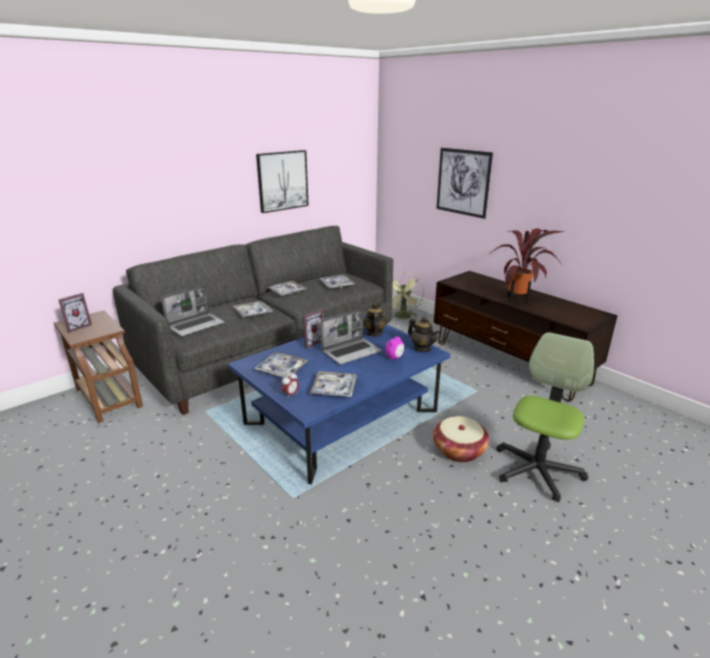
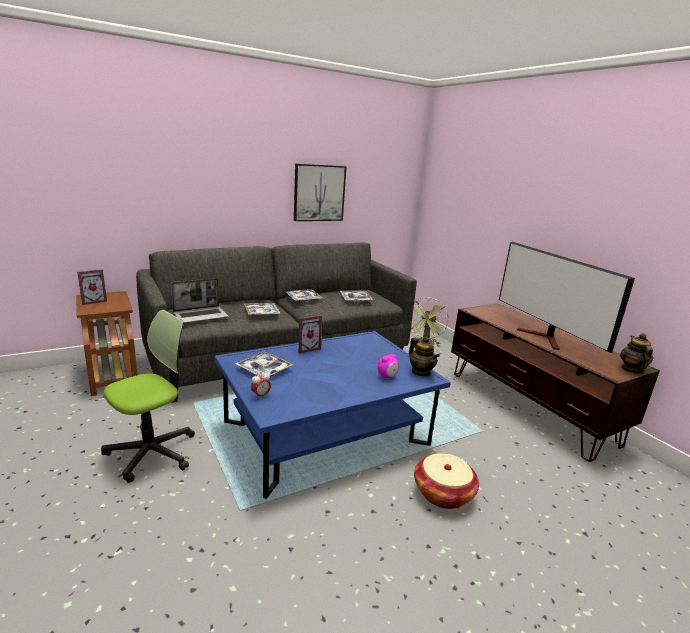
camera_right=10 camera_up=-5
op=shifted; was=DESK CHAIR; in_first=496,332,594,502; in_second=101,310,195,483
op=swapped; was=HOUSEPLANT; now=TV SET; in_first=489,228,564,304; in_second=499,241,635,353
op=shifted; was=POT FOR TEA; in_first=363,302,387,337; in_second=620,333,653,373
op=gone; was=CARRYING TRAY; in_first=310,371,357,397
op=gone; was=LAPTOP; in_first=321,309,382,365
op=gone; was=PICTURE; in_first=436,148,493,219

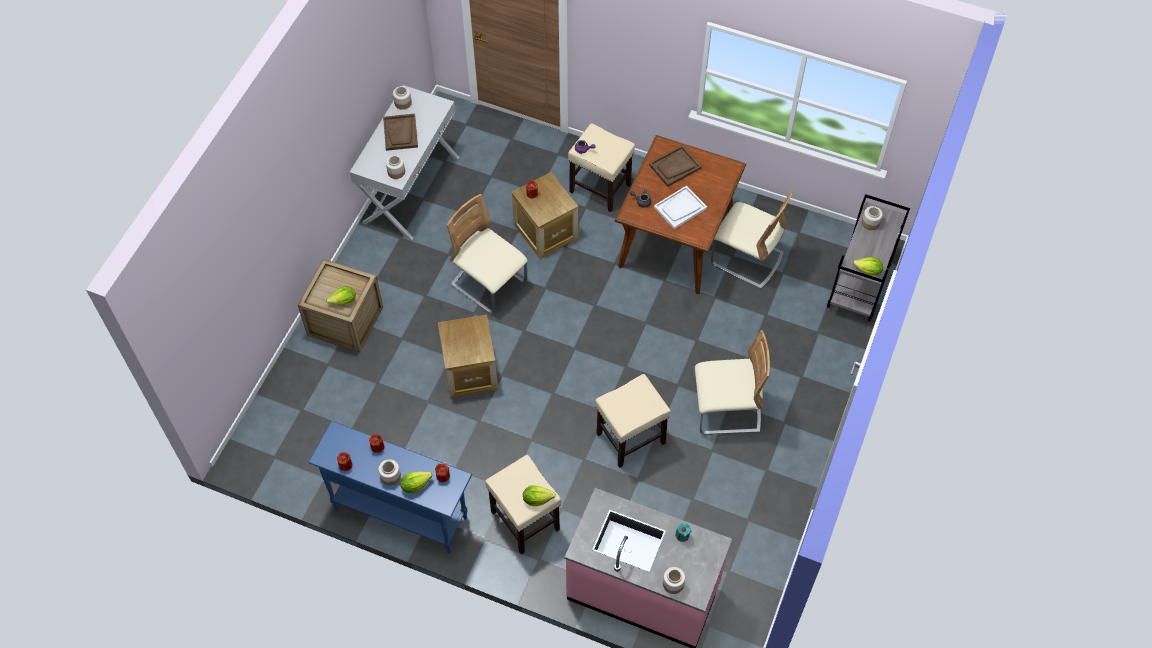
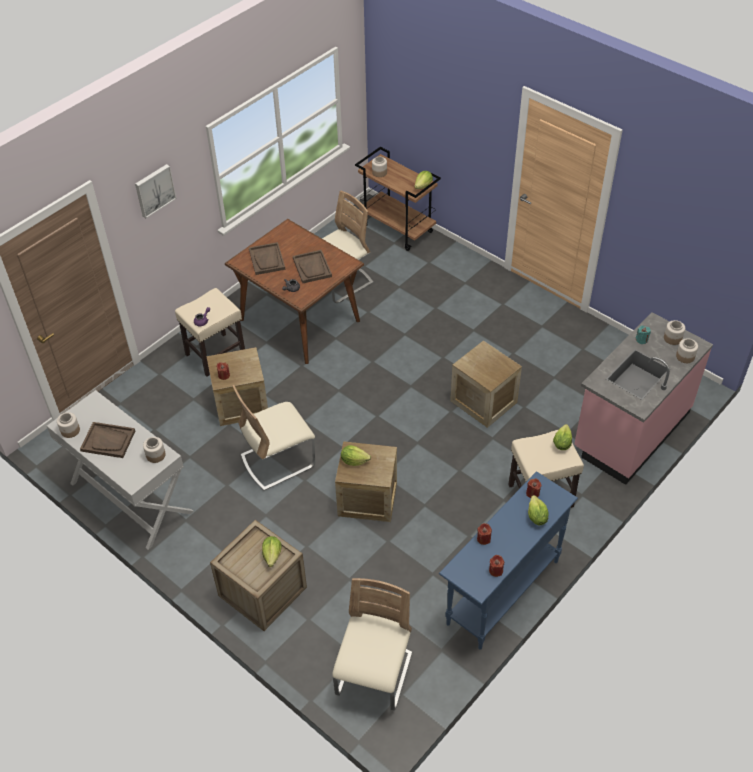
camera_right=-70 camera_up=-10
op=new; now=PICTURE; in_second=135,164,176,218
op=repainted; was=WHITE CARRYING TRAY; now=BROWN CARRYING TRAY; in_first=654,185,707,229; in_second=293,250,332,283
op=shifted; was=BEIGE-COLOURED UPRIGHT CHAIR; in_first=695,330,770,435; in_second=332,578,412,711
op=new; now=HEAD OF LETTUCE; in_second=341,445,371,466
op=repainted; was=GRAY TROLLEY; now=BROWN TROLLEY; in_first=827,194,910,321; in_second=355,147,441,251
op=swapped; was=BEIGE-COLOURED STOOL SEAT; now=CRATE; in_first=595,374,671,468; in_second=450,340,522,428
op=shifted; was=JAR; in_first=378,459,401,486; in_second=664,320,685,345

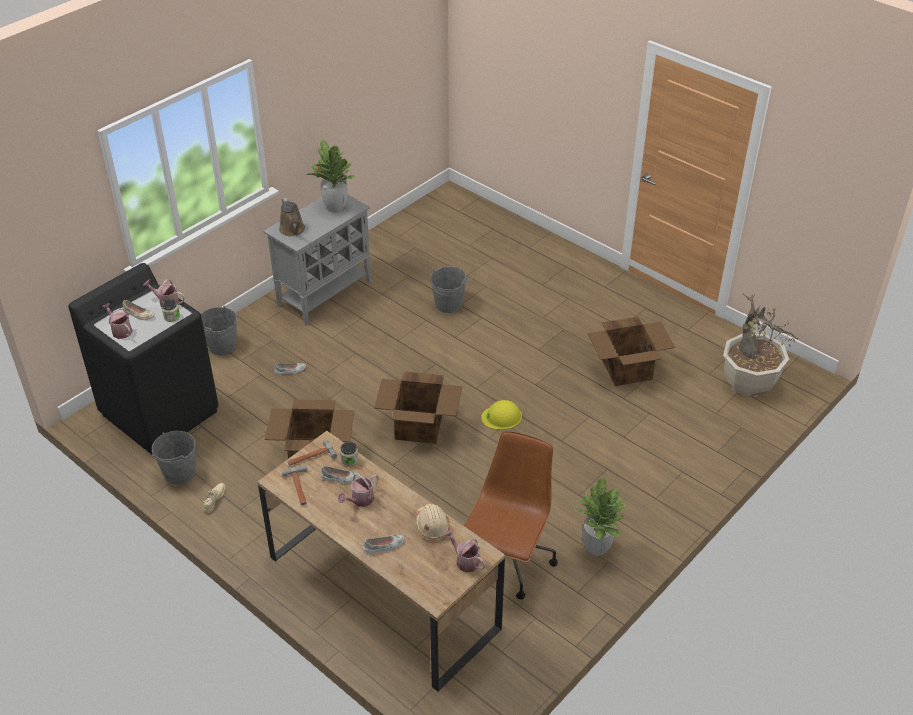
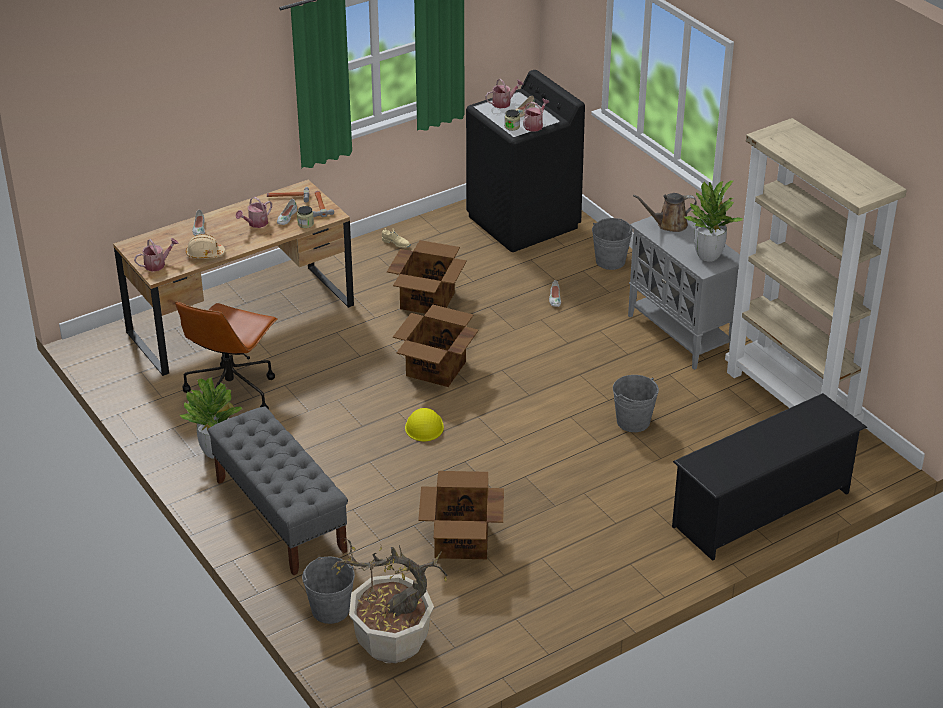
camera_right=105 camera_up=-5
op=rotated; was=BROWN DESK CHAIR; in_first=464,431,558,600; in_second=175,301,278,409; clockwise=75
op=new; now=GRAY INDOOR BENCH; in_second=208,407,348,576
op=rotated; was=WATERING CAN; in_first=338,474,378,507; in_second=235,197,272,228; clockwise=-105
op=shifted; was=GRAY PAIL; in_first=152,431,195,484; in_second=302,557,355,624
op=new; now=BLACK SHOE RACK; in_second=672,393,867,561
op=new; now=BEIGE-COLOURED BOOKSHELF; in_second=725,118,907,421

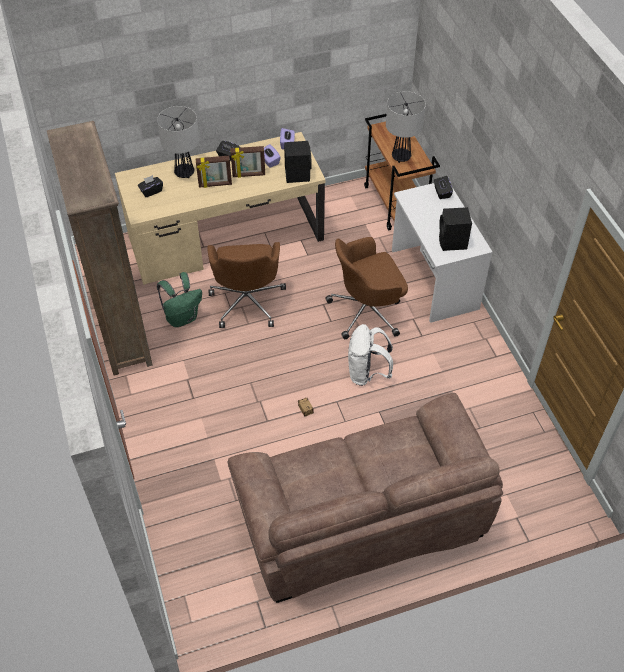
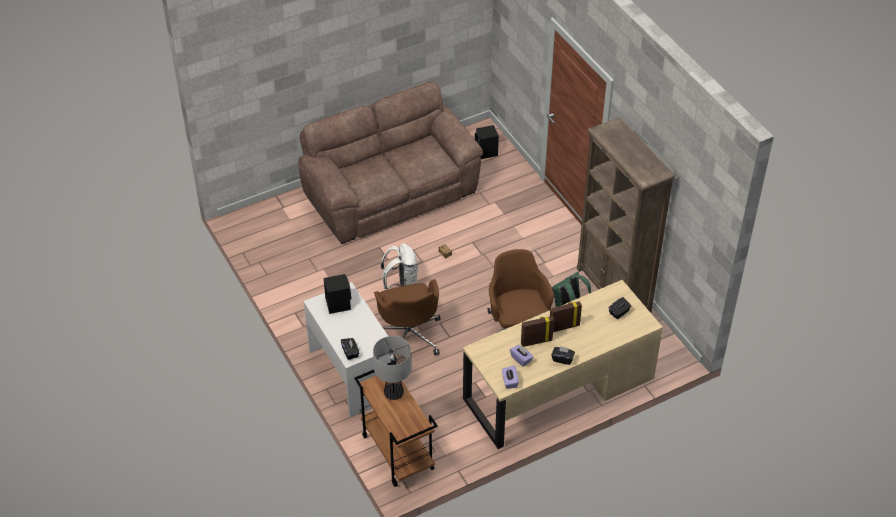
camera_right=170 camera_up=-5
op=rotated; was=BROWN DESK CHAIR; in_first=325,237,408,339; in_second=374,279,440,362; clockwise=105
op=shifted; was=BLACK AUDIO SPEAKER; in_first=284,141,312,183; in_second=475,125,499,159
op=gone; was=LAMP FOR A TABLE; in_first=157,106,199,178

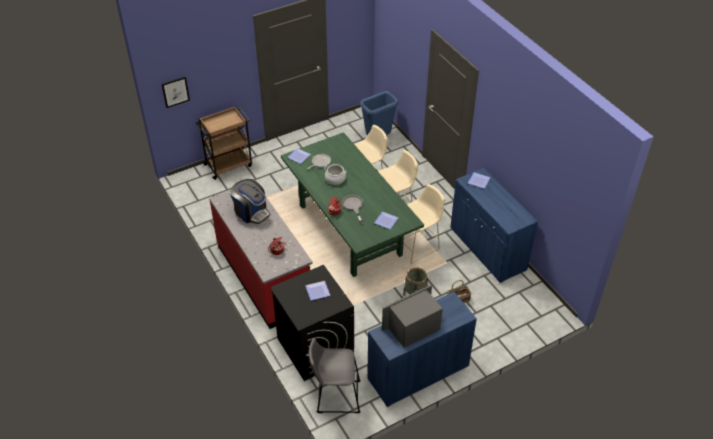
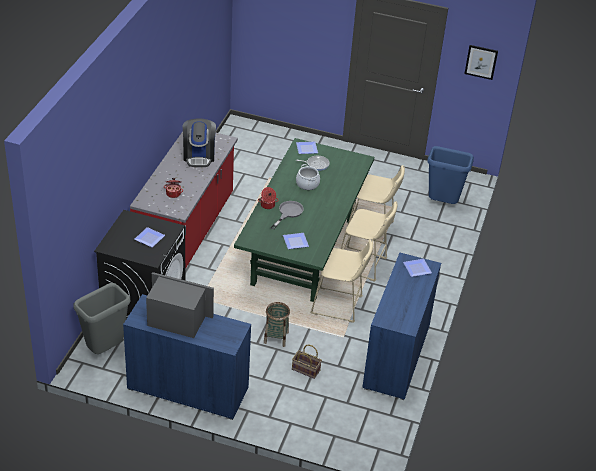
camera_right=45 camera_up=-5
op=swapped; was=GRAY STOOL SEAT; now=GRAY WASTE BIN; in_first=309,338,361,413; in_second=73,283,130,354
op=shifted; was=PICTURE; in_first=162,77,190,108; in_second=464,45,498,80
op=gone; was=BROWN TROLLEY; in_first=196,106,252,180

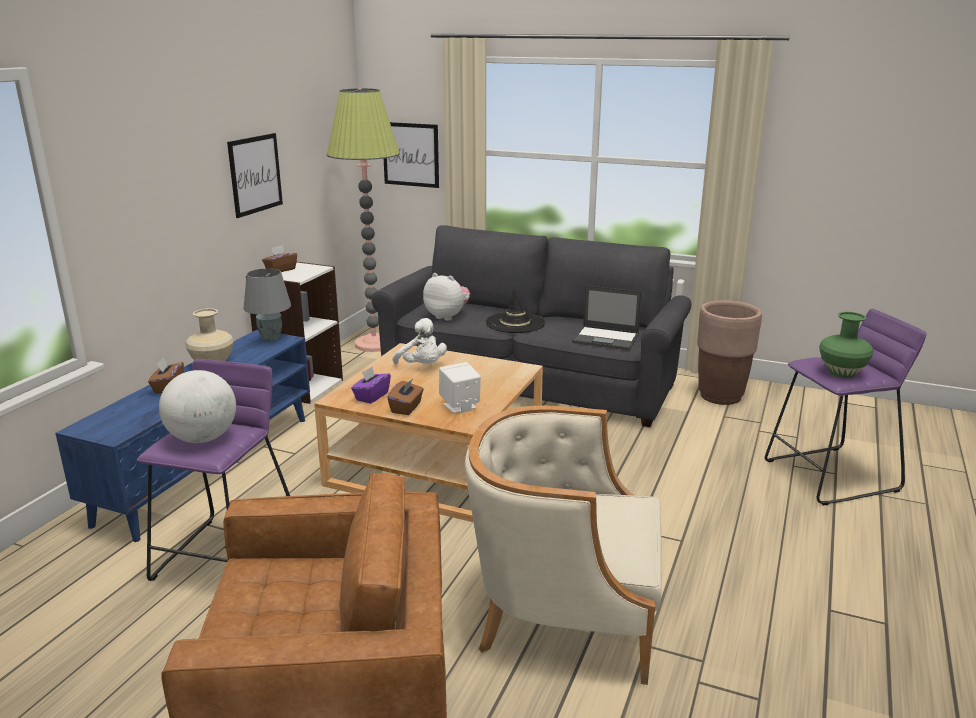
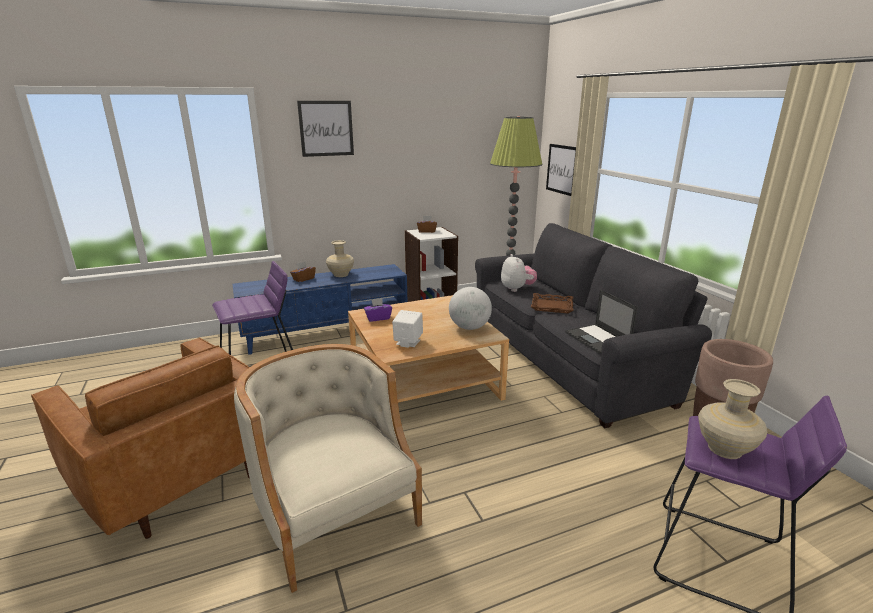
camera_right=45 camera_up=0
op=shifted; was=PICTURE; in_first=227,133,283,218; in_second=297,101,354,157
op=shifted; was=GLOBE; in_first=159,370,236,443; in_second=449,287,492,330
op=swapped; was=BLACK CLOTHING HAT; now=BROWN CARRYING TRAY; in_first=486,289,545,333; in_second=531,293,574,313
op=repainted; was=GREENISH FLOWER VASE; now=BEIGE-COLOURED FLOWER VASE; in_first=819,312,874,378; in_second=698,379,767,459
op=gone; was=GRAY LAMP FOR A TABLE; in_first=243,268,291,342
op=gone; was=BROWN BOX OF TISSUES; in_first=387,378,424,415
op=gone; was=WHITE PLUSH TOY; in_first=393,318,447,364

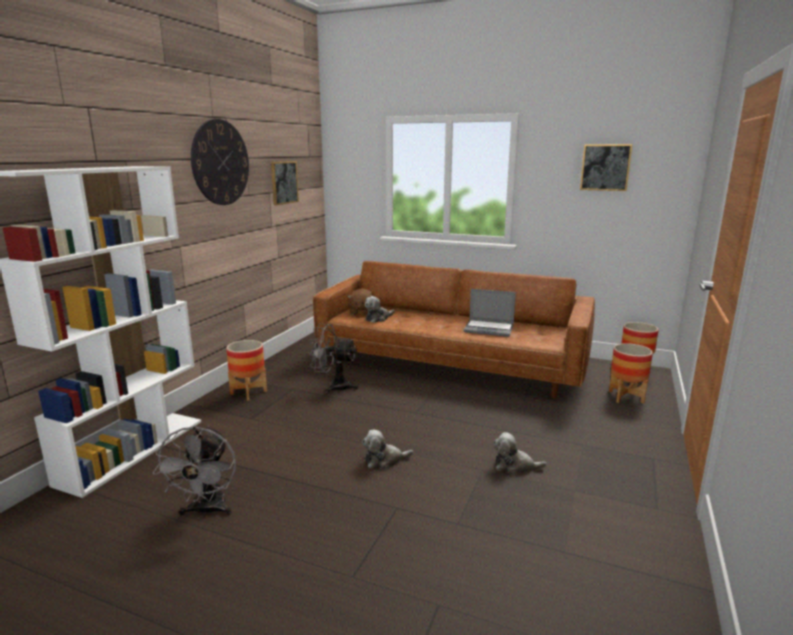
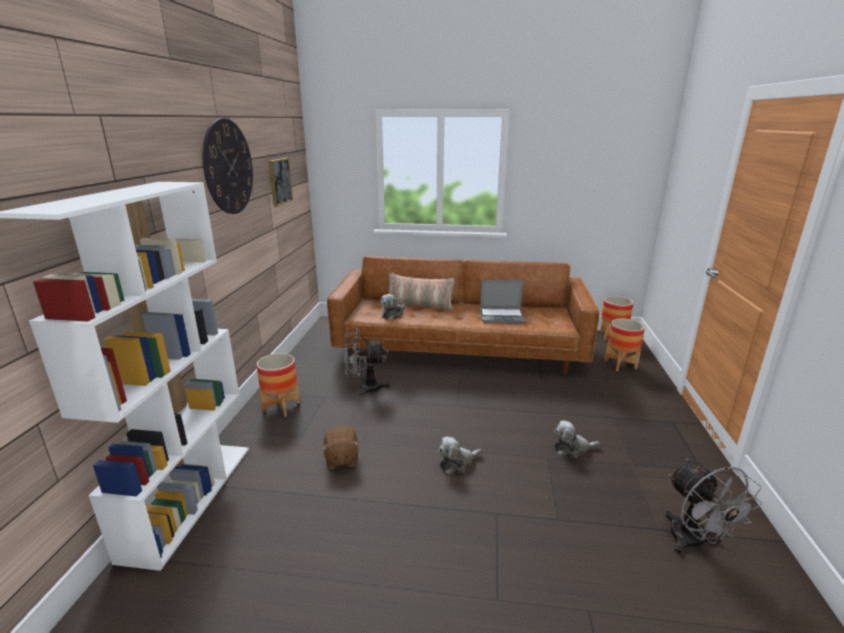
camera_right=-15 camera_up=5
op=shifted; was=BROWN PLUSH TOY; in_first=347,288,374,315; in_second=321,426,360,469
op=new; now=THROW PILLOW; in_second=388,273,455,310
op=shifted; was=GRAY FAN; in_first=153,426,236,518; in_second=665,458,762,554
op=gone; was=PICTURE; in_first=580,144,632,191

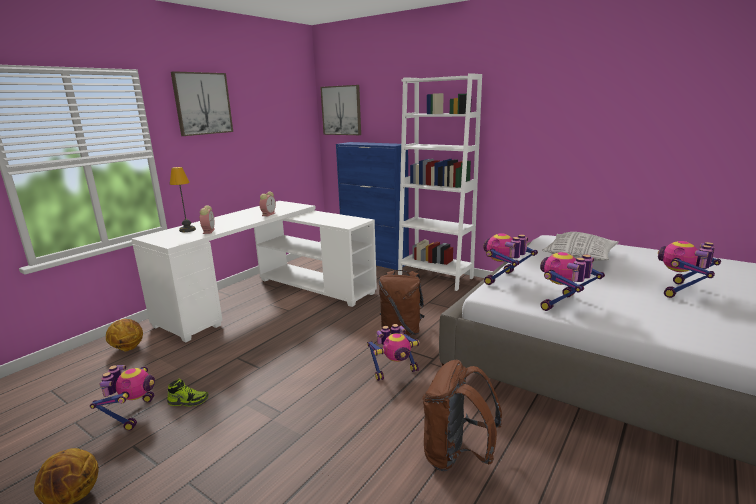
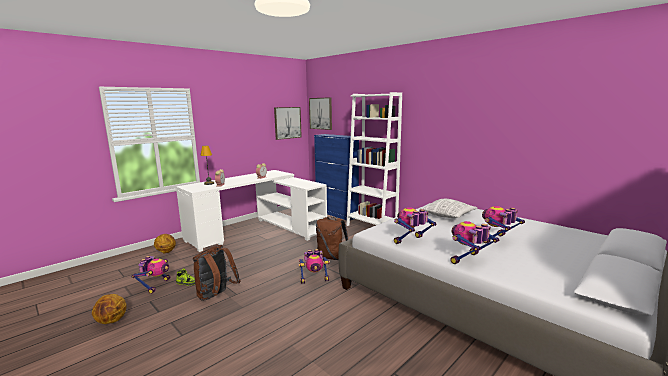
camera_right=10 camera_up=-5
op=shifted; was=BROWN BACKPACK; in_first=422,360,502,471; in_second=193,245,240,301
op=shifted; was=PICTURE; in_first=171,71,233,136; in_second=274,107,302,140
op=shifted; was=MODEL ROBOT; in_first=483,233,538,285; in_second=450,221,499,264

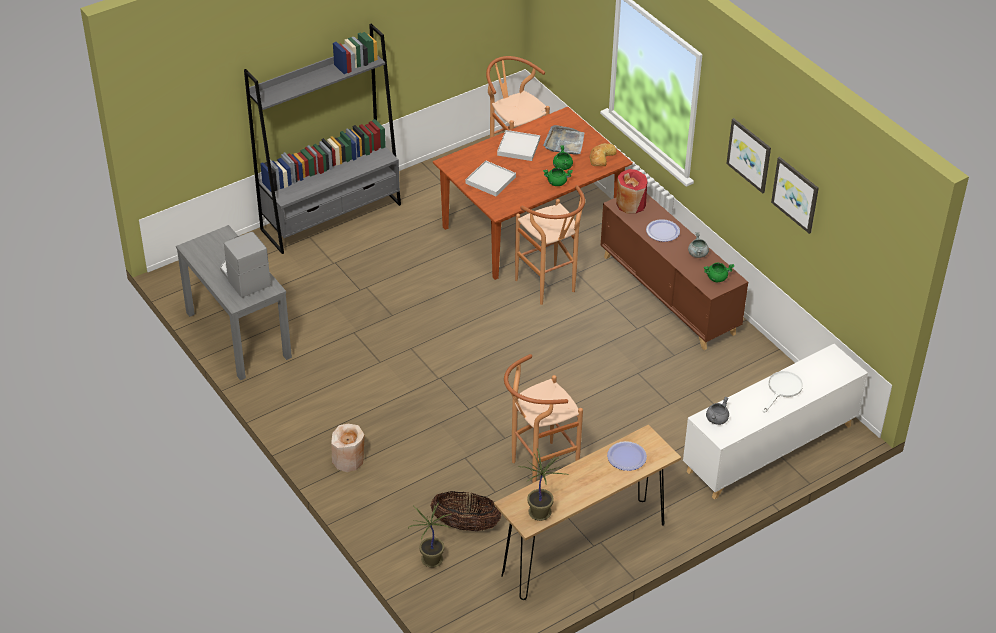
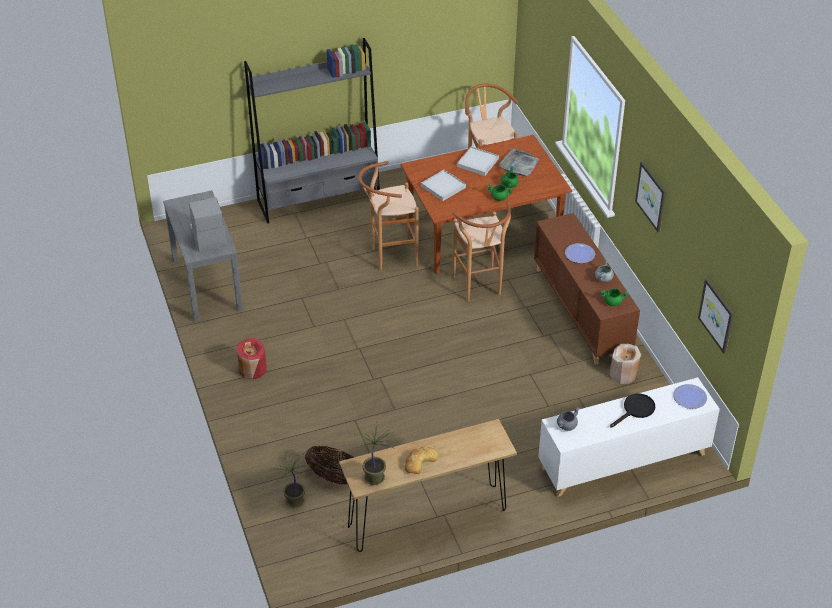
camera_right=15 camera_up=0
op=shifted; was=RED-COLOURED FLOWER VASE; in_first=616,169,648,214; in_second=237,338,267,379
op=shifted; was=BROWN STOOL SEAT; in_first=504,354,583,483; in_second=358,161,419,270
op=shifted; was=BREAD; in_first=590,143,617,166; in_second=404,447,438,474
op=shifted; was=BEIGE-COLOURED FLOWER VASE; in_first=331,424,364,472; in_second=609,344,641,384
op=repainted; was=WHITE SKILLET; now=BLACK SKILLET; in_first=763,371,803,413; in_second=610,393,655,428
op=shifted; was=DINNER PLATE; in_first=607,441,647,471; in_second=673,384,707,409
op=shifted; was=PICTURE; in_first=771,157,819,234; in_second=698,278,734,354

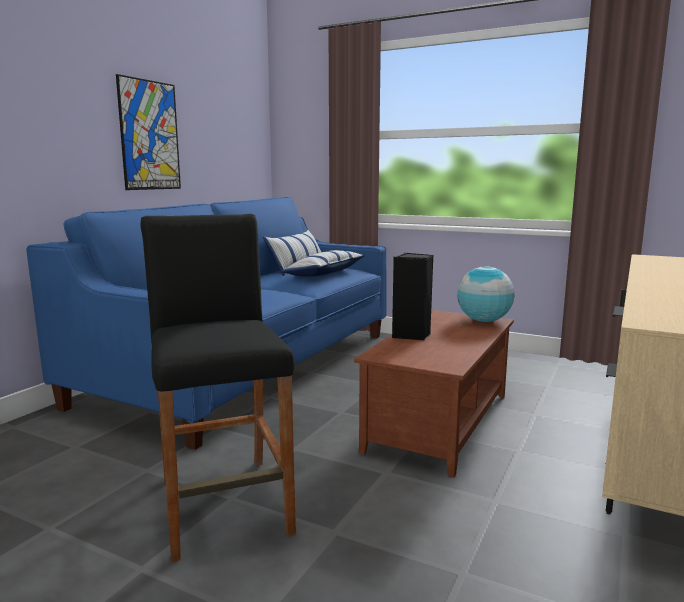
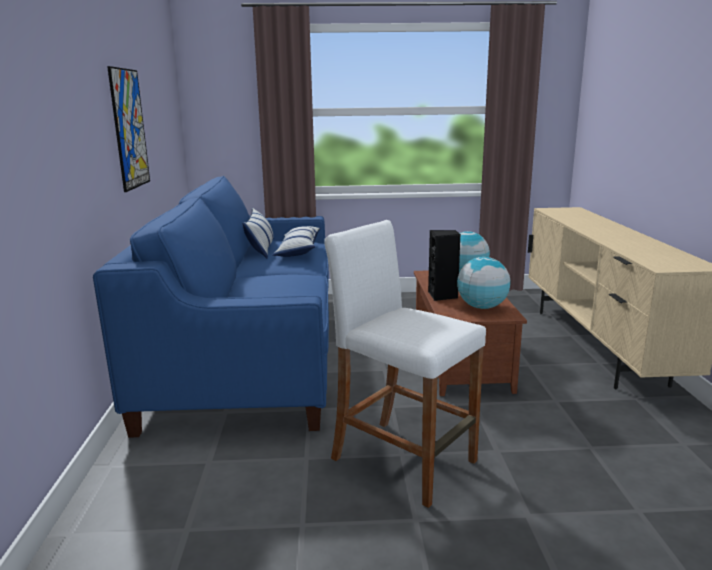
camera_right=-30 camera_up=5
op=repainted; was=BLACK STOOL SEAT; now=WHITE STOOL SEAT; in_first=140,214,296,562; in_second=324,220,486,508
op=new; now=GLOBE; in_second=457,257,510,309

